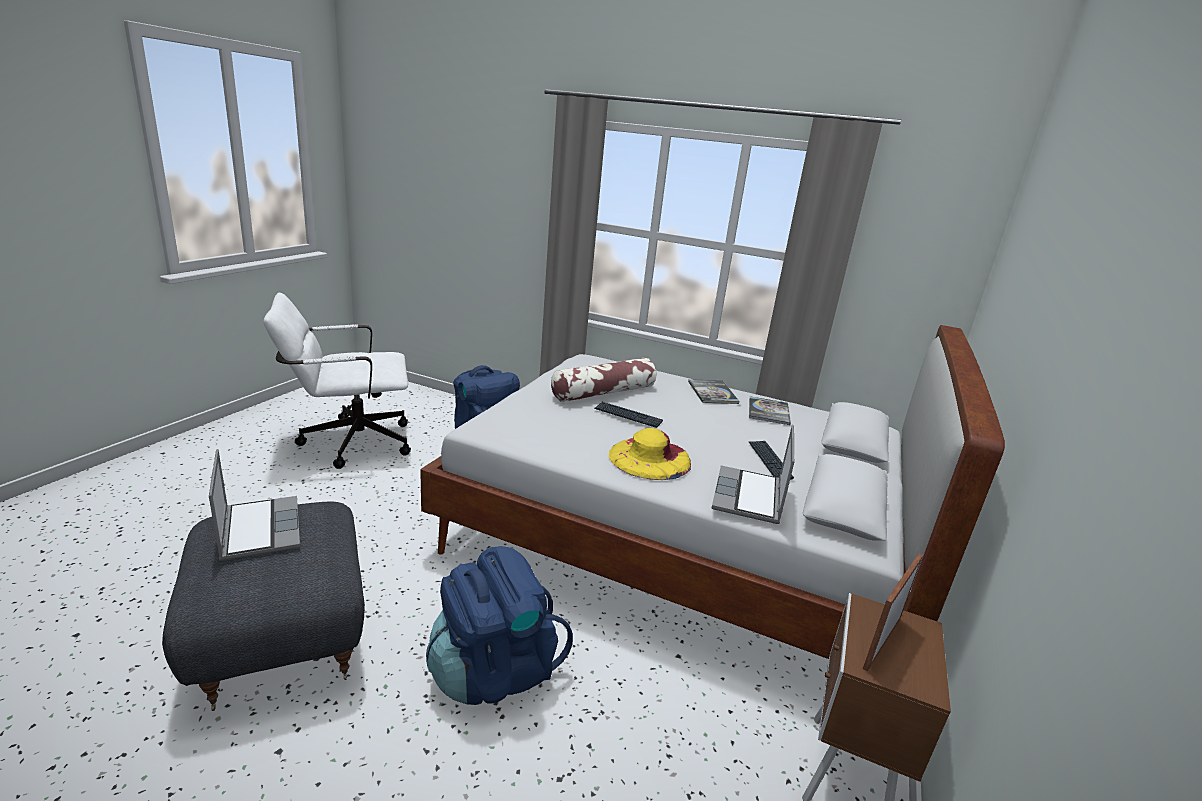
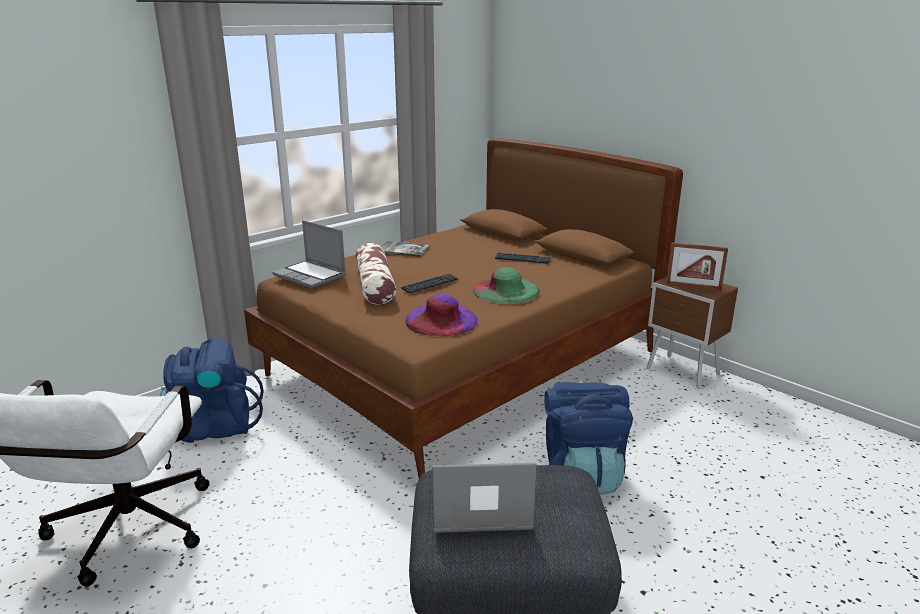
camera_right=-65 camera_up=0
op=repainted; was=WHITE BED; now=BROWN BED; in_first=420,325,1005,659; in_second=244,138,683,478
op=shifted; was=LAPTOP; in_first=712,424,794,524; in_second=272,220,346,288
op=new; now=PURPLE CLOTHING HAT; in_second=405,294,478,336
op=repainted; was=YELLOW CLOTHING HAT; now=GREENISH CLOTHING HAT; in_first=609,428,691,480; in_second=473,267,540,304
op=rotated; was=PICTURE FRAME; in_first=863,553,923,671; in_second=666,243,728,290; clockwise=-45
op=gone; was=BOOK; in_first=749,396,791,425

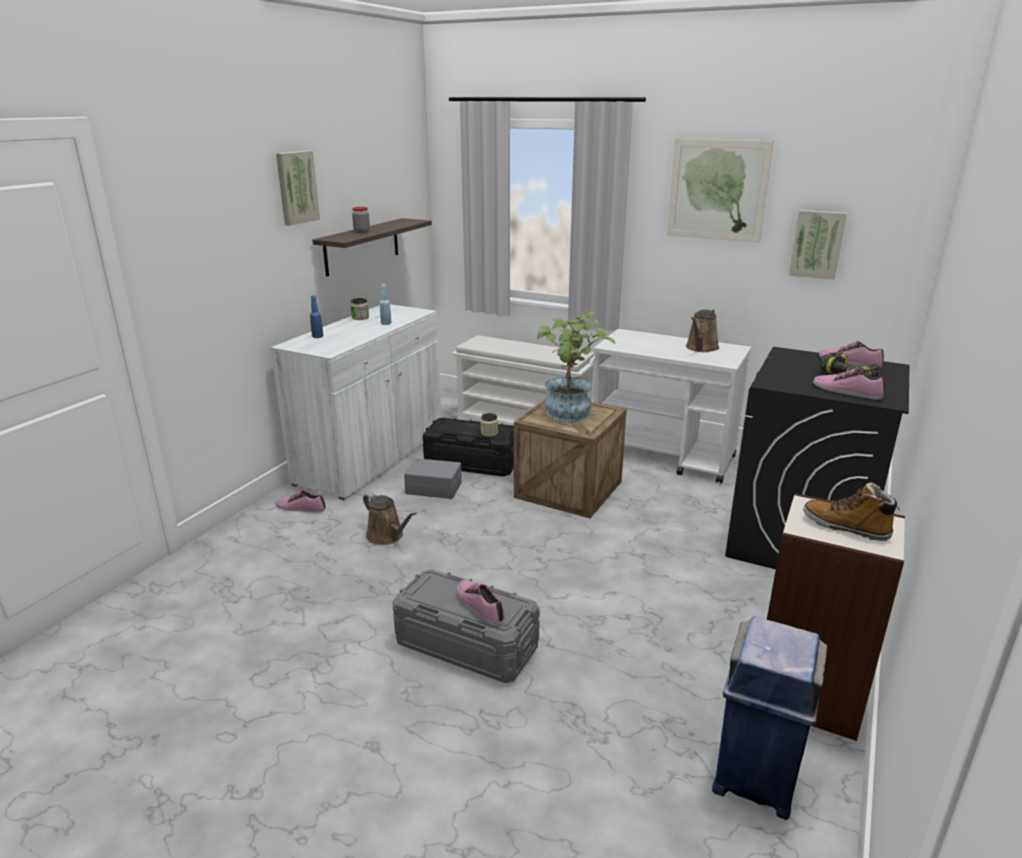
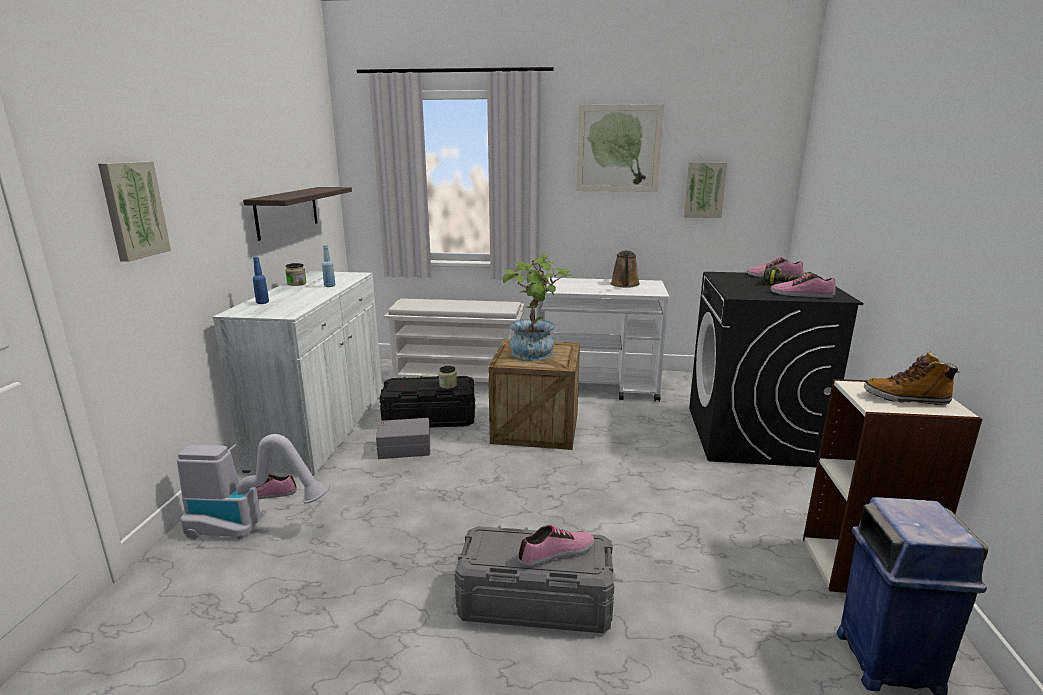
camera_right=-20 camera_up=-5
op=shifted; was=PICTURE; in_first=276,151,320,226; in_second=98,161,171,262
op=new; now=VACUUM CLEANER; in_second=177,434,330,540
op=rotated; was=LOW SHOE; in_first=456,580,505,625; in_second=518,525,594,566; clockwise=120
op=gone; was=JAR; in_first=352,207,370,233
op=gone; was=BROWN WATERING CAN; in_first=363,492,416,545

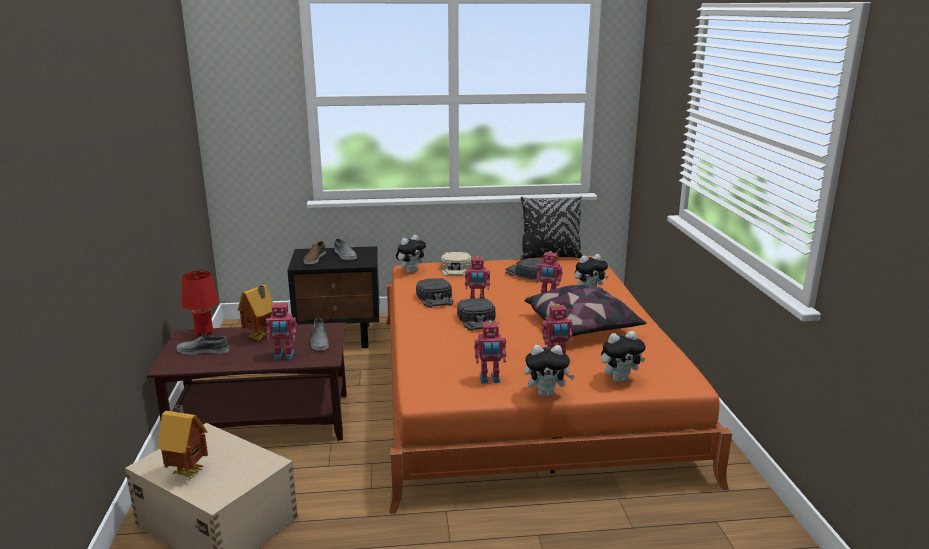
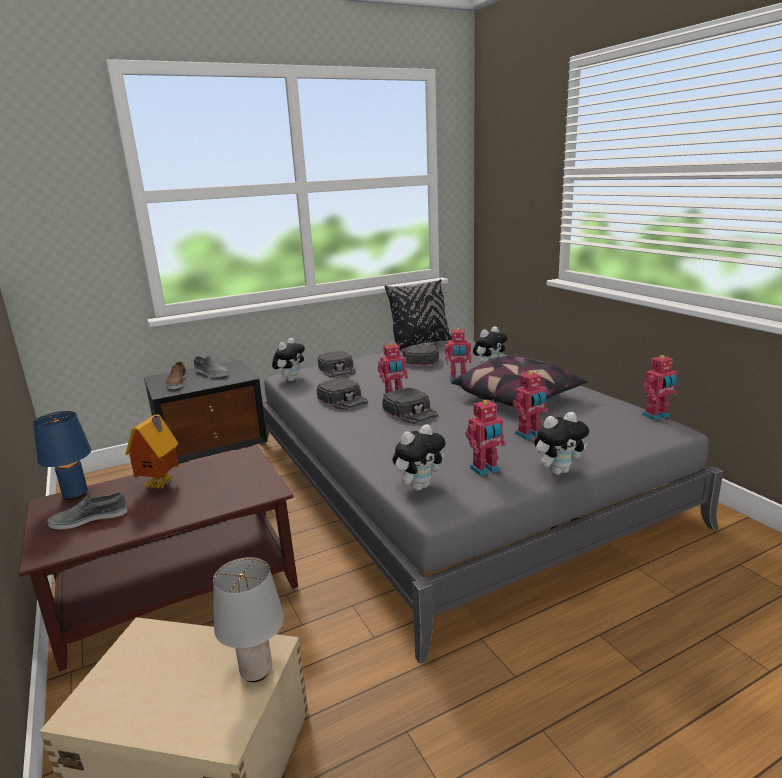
camera_right=-20 camera_up=0
op=repainted; was=RED-COLOURED LAMP FOR A TABLE; now=BLUE LAMP FOR A TABLE; in_first=182,271,219,336; in_second=33,411,91,500
op=new; now=GRAY LAMP FOR A TABLE; in_second=213,557,284,682
op=repainted; was=ORANGE-COLOURED BED; now=GRAY BED; in_first=386,256,732,514; in_second=260,339,723,664
op=repainted; was=BEIGE-COLOURED PEAKED CAP; now=BLACK PEAKED CAP; in_first=441,252,471,276; in_second=318,351,355,378
op=shifted; was=PLUSH TOY; in_first=601,331,645,382; in_second=393,424,446,491
op=shifted; was=MODEL ROBOT; in_first=266,302,297,360; in_second=642,355,677,421
op=gone; was=MINIATURE HOUSE; in_first=157,405,208,479
op=gone; was=GRAY LOW SHOE; in_first=311,318,329,351

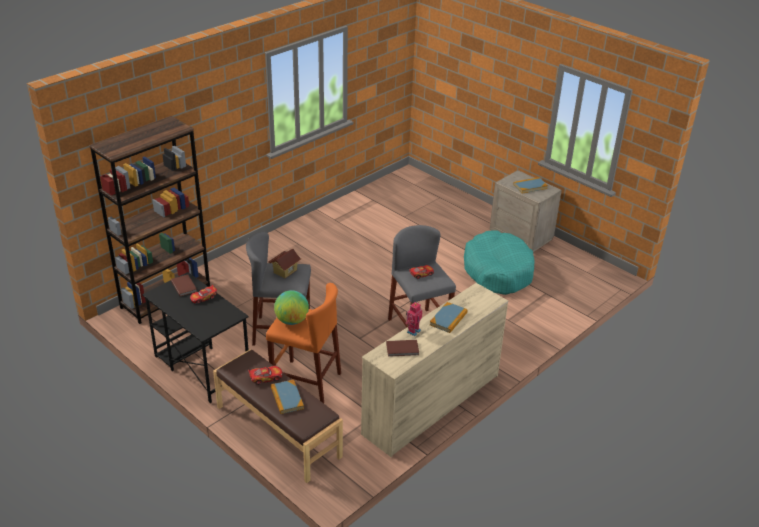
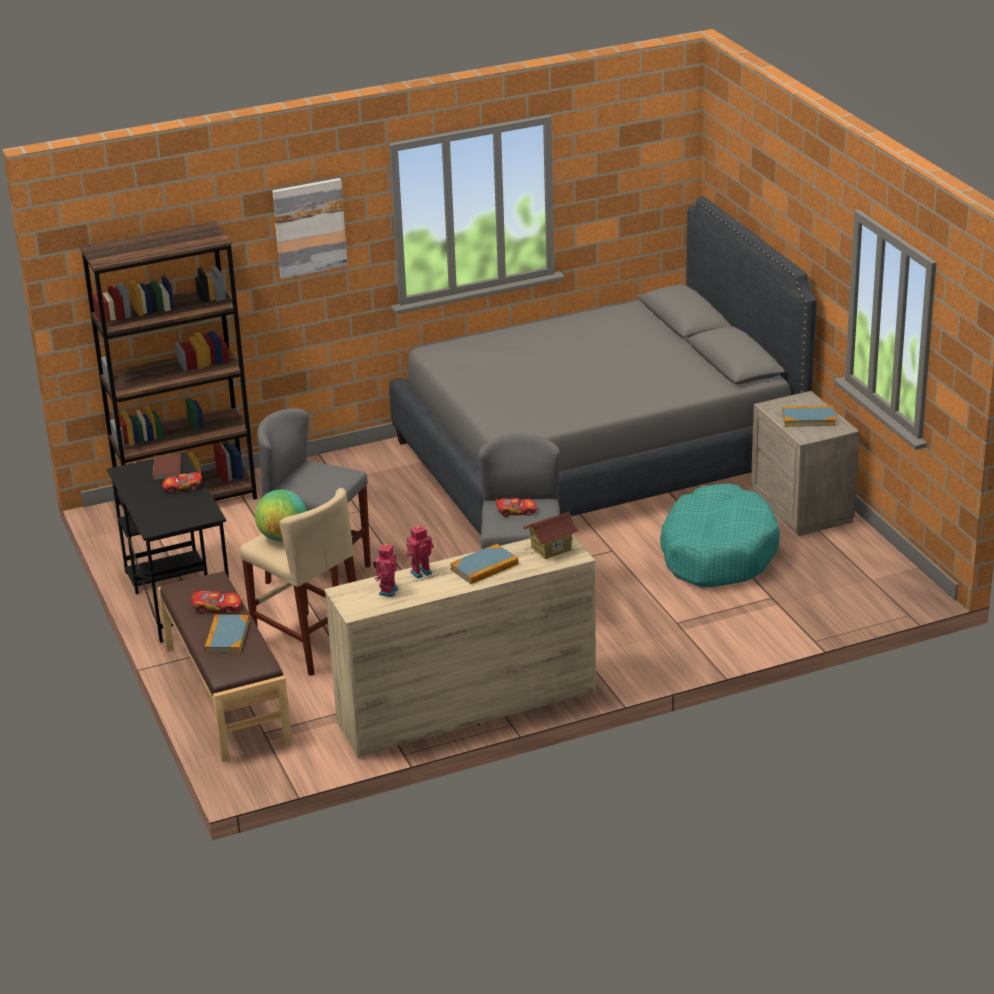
camera_right=25 camera_up=-5
op=repainted; was=ORANGE-COLOURED STOOL SEAT; now=BEIGE-COLOURED STOOL SEAT; in_first=266,283,341,403; in_second=240,488,356,676
op=new; now=PICTURE; in_second=272,178,348,279
op=swapped; was=BROWN BOOK; now=MODEL ROBOT; in_first=386,340,419,357; in_second=373,542,399,597
op=new; now=GRAY BED; in_second=389,196,817,535
op=shifted; was=MINIATURE HOUSE; in_first=268,249,301,278; in_second=522,512,580,559

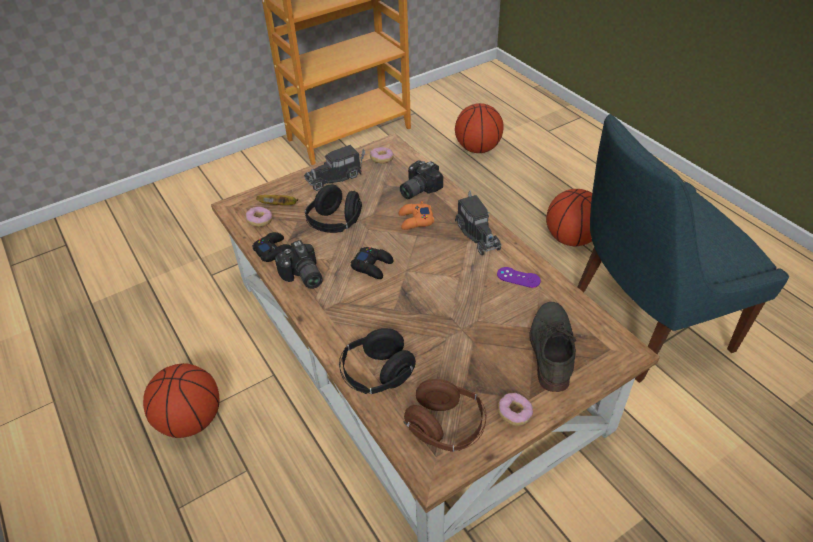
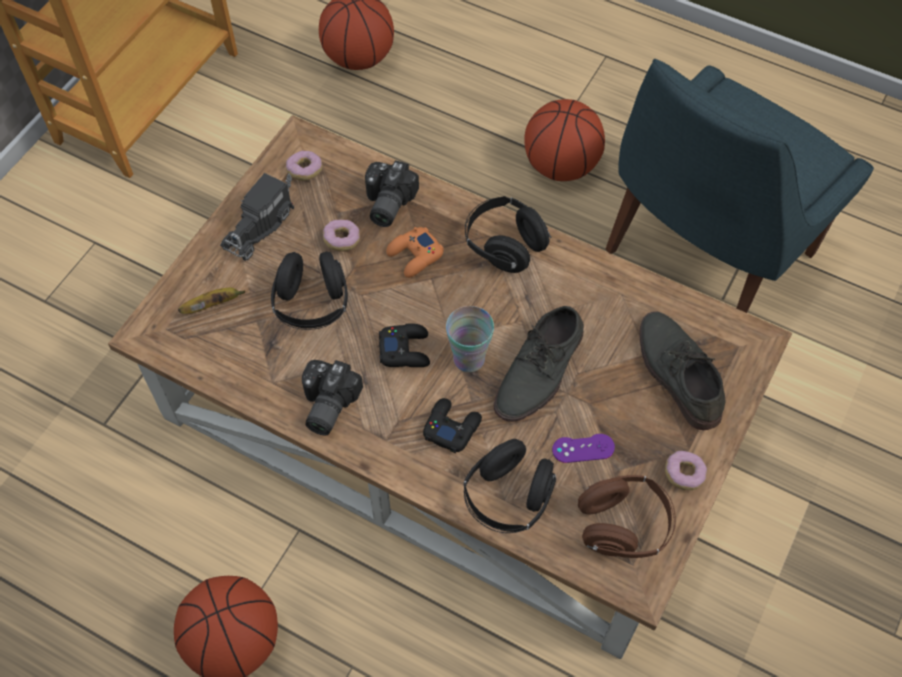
camera_right=-30 camera_up=15
op=rotated; was=STILL CAMERA; in_first=275,240,323,289; in_second=302,360,363,436; clockwise=75
op=shifted; was=DONUT; in_first=245,207,272,227; in_second=323,220,360,251
op=shifted; was=BLACK JOYPAD; in_first=252,232,292,262; in_second=423,398,482,453
op=new; now=CUP; in_second=446,306,494,372
op=swapped; was=TOY LORRY; now=BLACK HEADSET; in_first=455,190,501,255; in_second=465,196,552,273
op=new; now=GRAY LOW SHOE; in_second=494,306,584,422
op=shifted; was=PURPLE JOYPAD; in_first=497,267,541,288; in_second=552,434,615,463

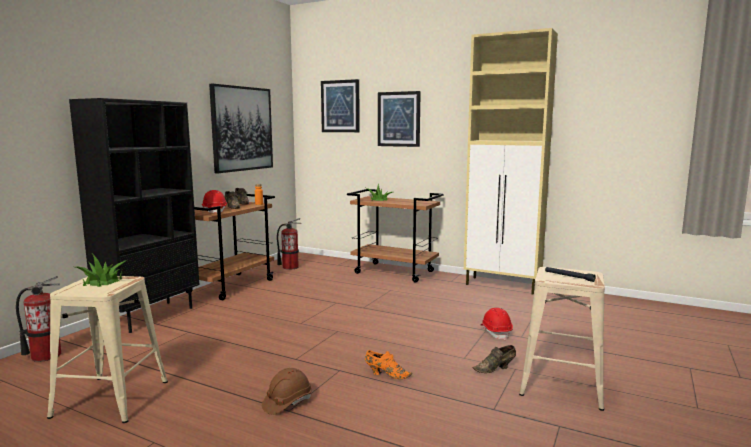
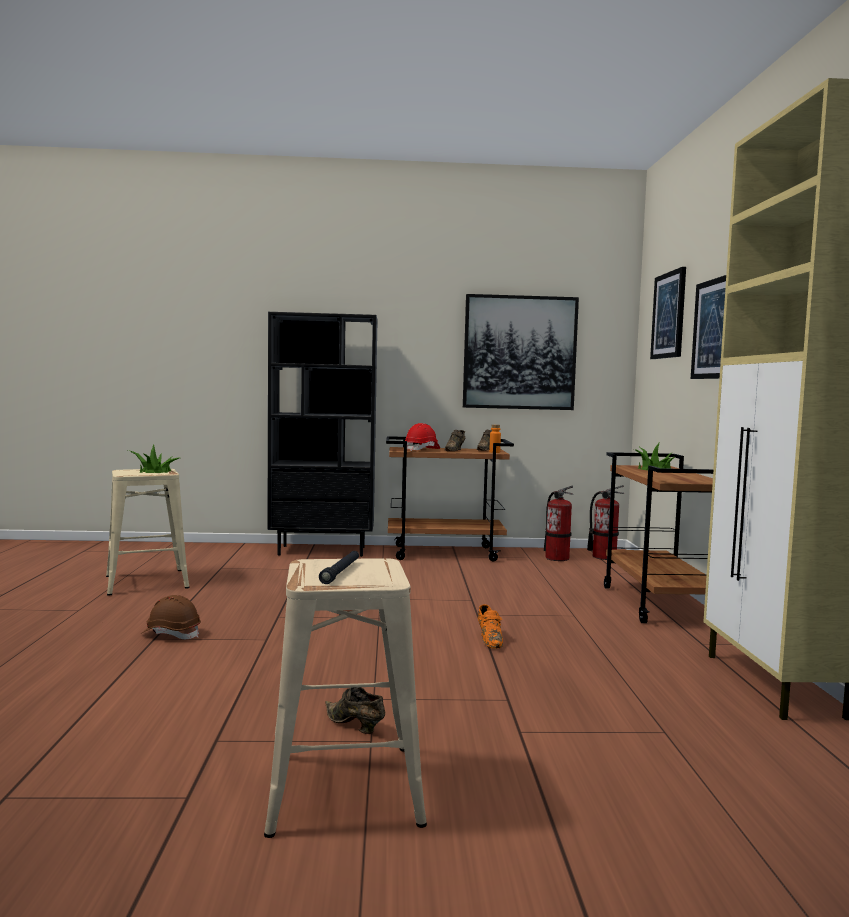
camera_right=60 camera_up=-5
op=shifted; was=ORANGE-COLOURED LOW SHOE; in_first=365,350,412,379; in_second=478,604,503,649
op=shifted; was=FIRE EXTINGUISHER; in_first=16,276,61,362; in_second=587,485,624,560
op=gone; was=RED-COLOURED HARD HAT; in_first=481,308,513,340

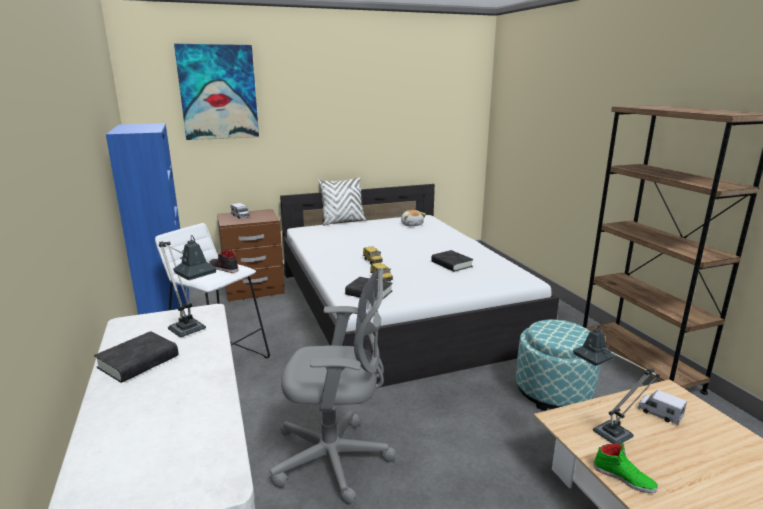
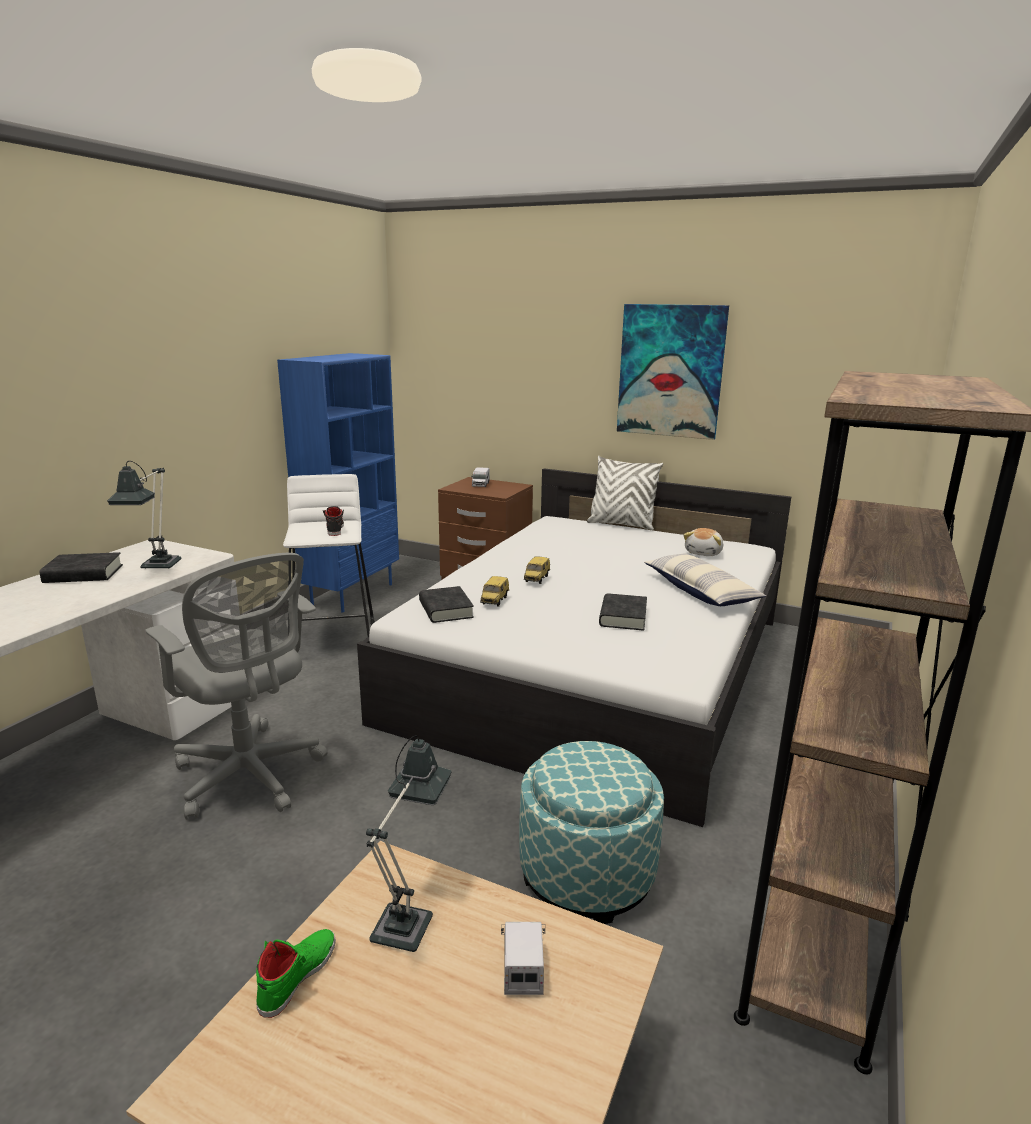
camera_right=45 camera_up=0
op=rotated; was=GREENISH LOW SHOE; in_first=593,443,658,493; in_second=256,929,336,1018; clockwise=-150
op=shifted; was=PICTURE; in_first=174,44,259,140; in_second=617,304,729,440
op=new; now=THROW PILLOW; in_second=644,554,766,606

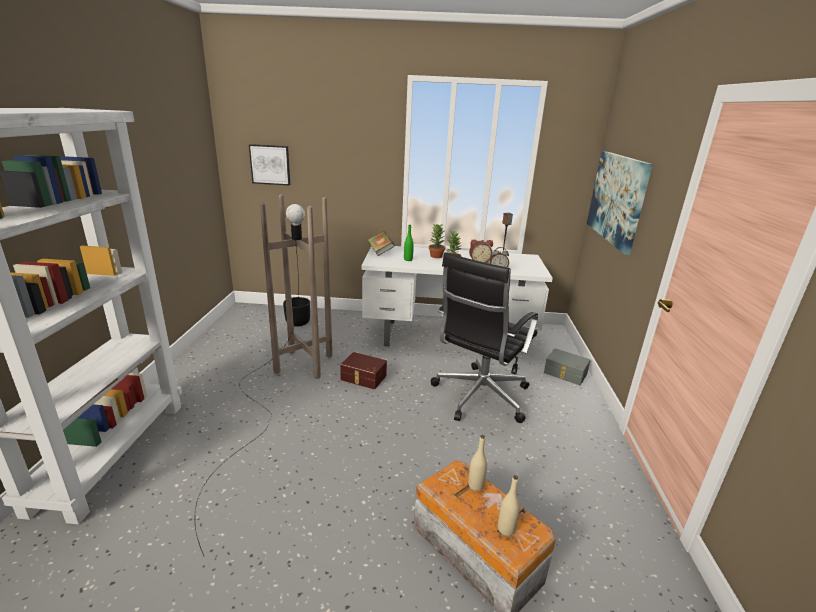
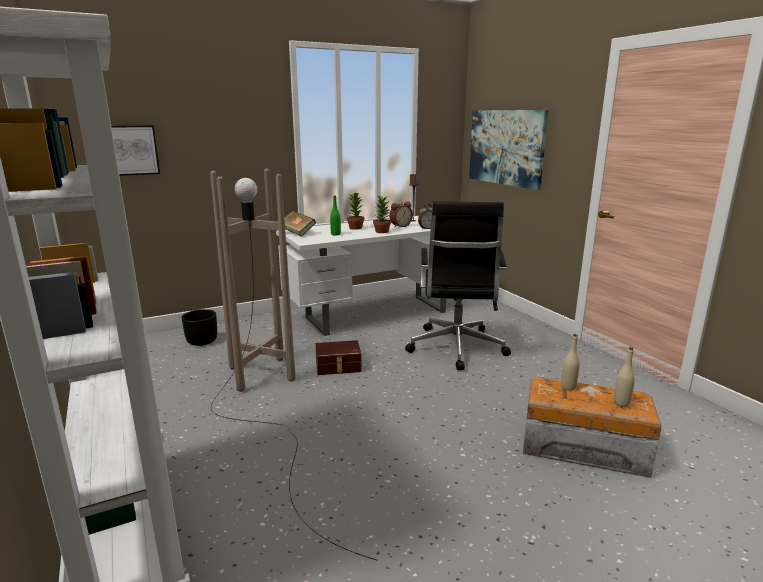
camera_right=-30 camera_up=-5
op=gone; was=GRAY STORAGE BOX; in_first=544,348,591,385

